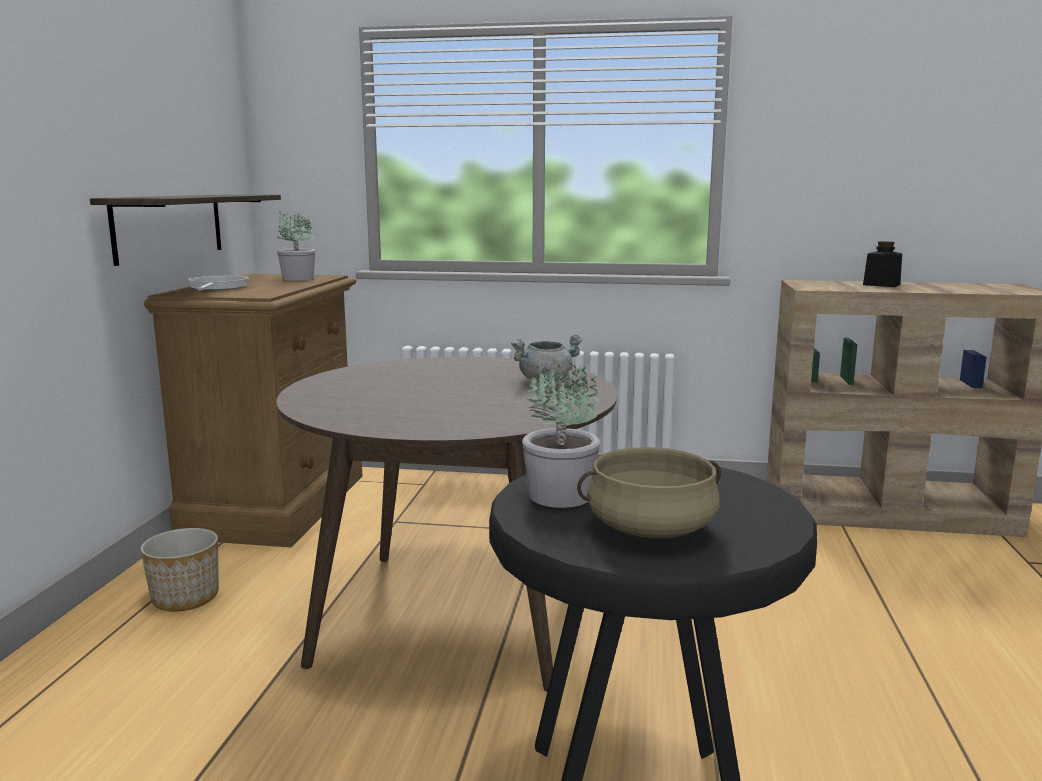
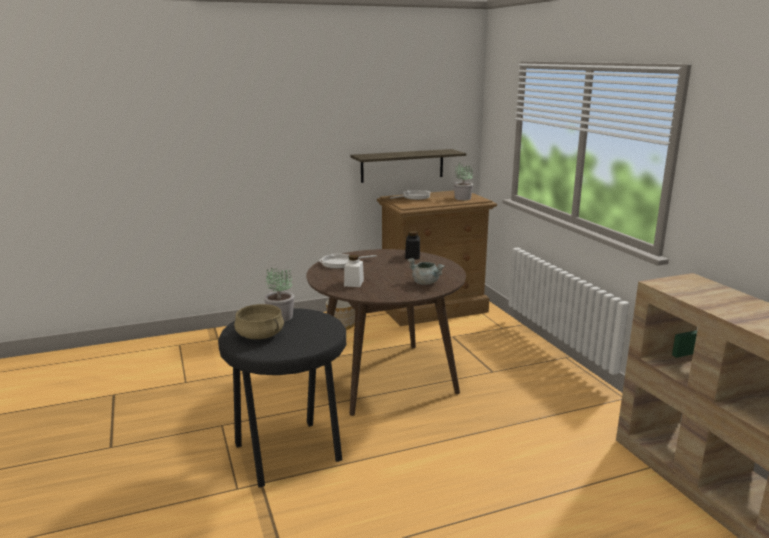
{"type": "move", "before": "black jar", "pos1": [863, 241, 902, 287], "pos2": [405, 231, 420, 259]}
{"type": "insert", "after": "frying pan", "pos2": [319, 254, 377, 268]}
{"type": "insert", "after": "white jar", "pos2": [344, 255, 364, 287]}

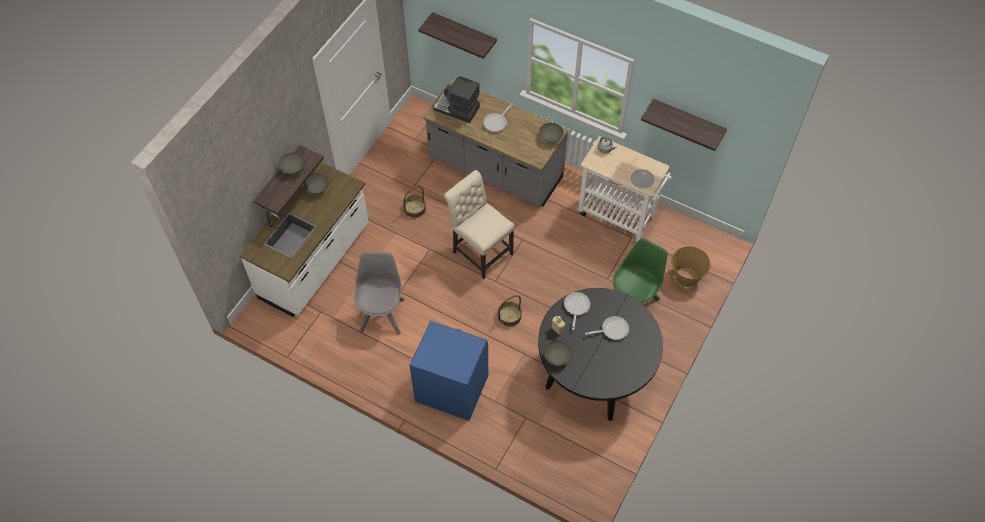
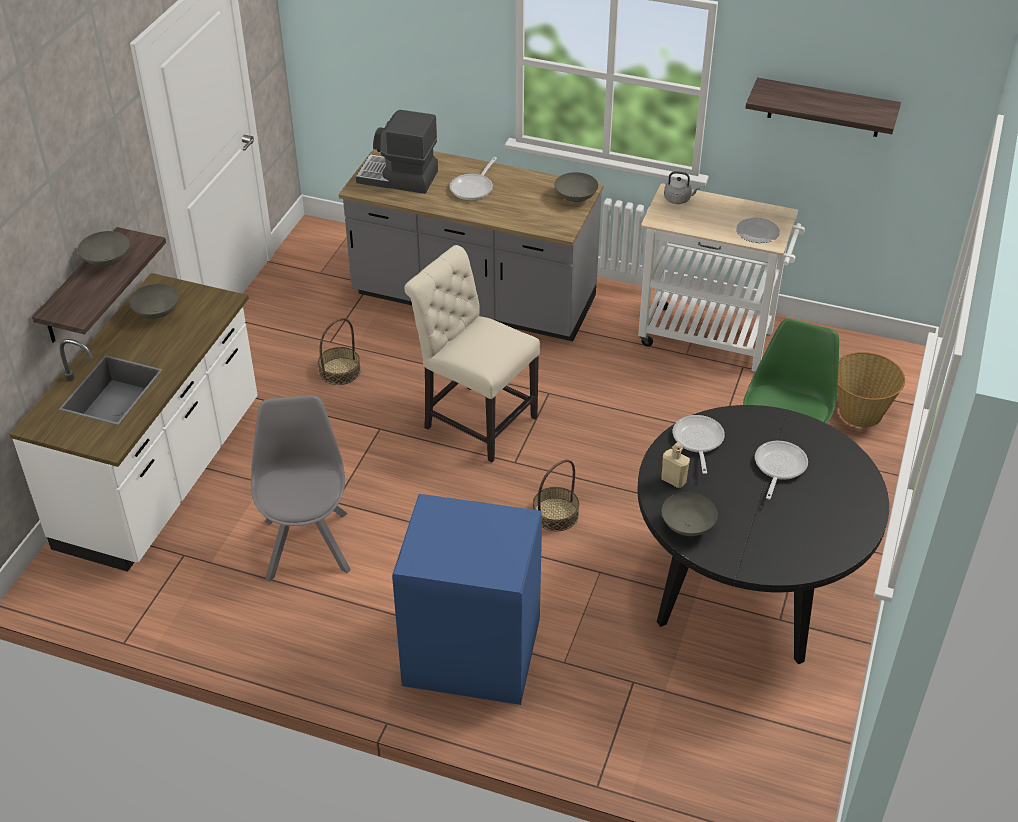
{"type": "delete", "before": "shelf", "pos1": [418, 12, 497, 59]}
{"type": "rotate", "before": "frying pan", "pos1": [585, 316, 629, 340], "pos2": [755, 441, 808, 499], "turn": -45}

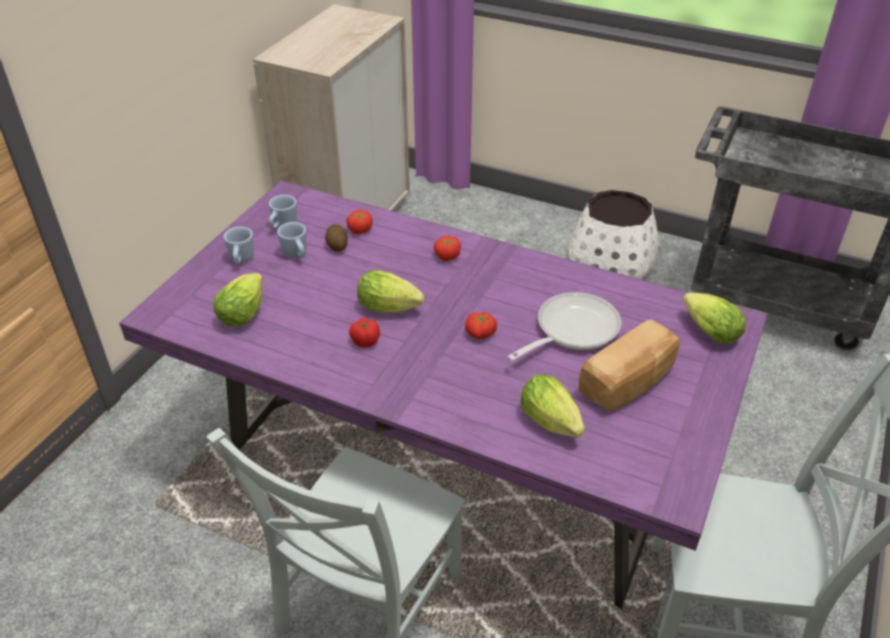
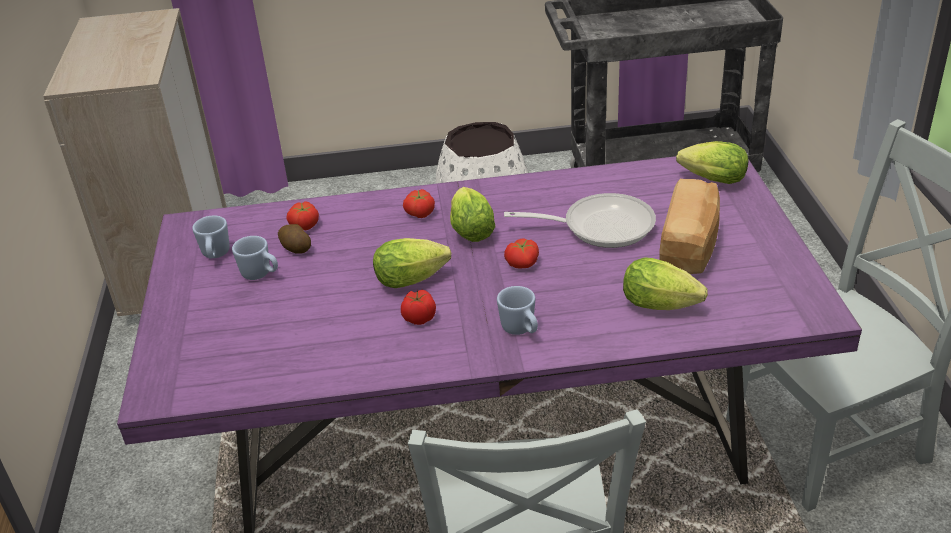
{"type": "move", "before": "lettuce", "pos1": [214, 273, 263, 327], "pos2": [450, 187, 495, 242]}
{"type": "move", "before": "blue mug", "pos1": [223, 227, 254, 264], "pos2": [497, 286, 538, 335]}
{"type": "rotate", "before": "frying pan", "pos1": [507, 292, 621, 361], "pos2": [504, 193, 656, 248], "turn": 75}

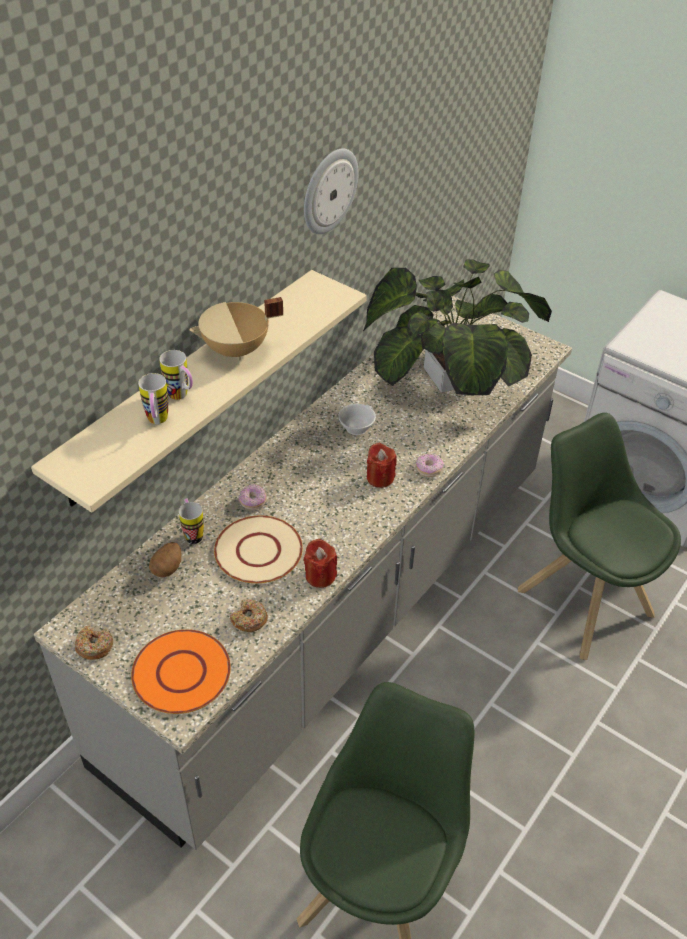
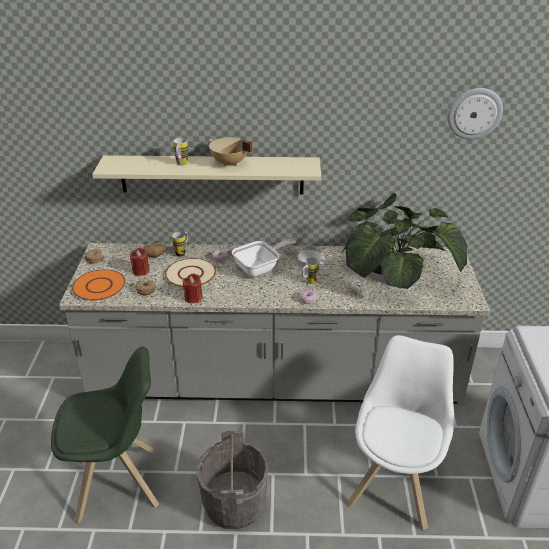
{"type": "move", "before": "mug", "pos1": [138, 373, 168, 424], "pos2": [302, 258, 319, 284]}
{"type": "move", "before": "wall clock", "pos1": [304, 149, 359, 234], "pos2": [448, 88, 503, 140]}
{"type": "move", "before": "red candle", "pos1": [367, 443, 397, 488], "pos2": [130, 248, 150, 276]}
{"type": "recolor", "before": "green chair", "after": "white chair", "pos1": [518, 413, 681, 660], "pos2": [347, 335, 454, 530]}
{"type": "insert", "after": "grey bucket", "pos2": [196, 431, 269, 529]}
{"type": "insert", "after": "frying pan", "pos2": [232, 239, 296, 277]}

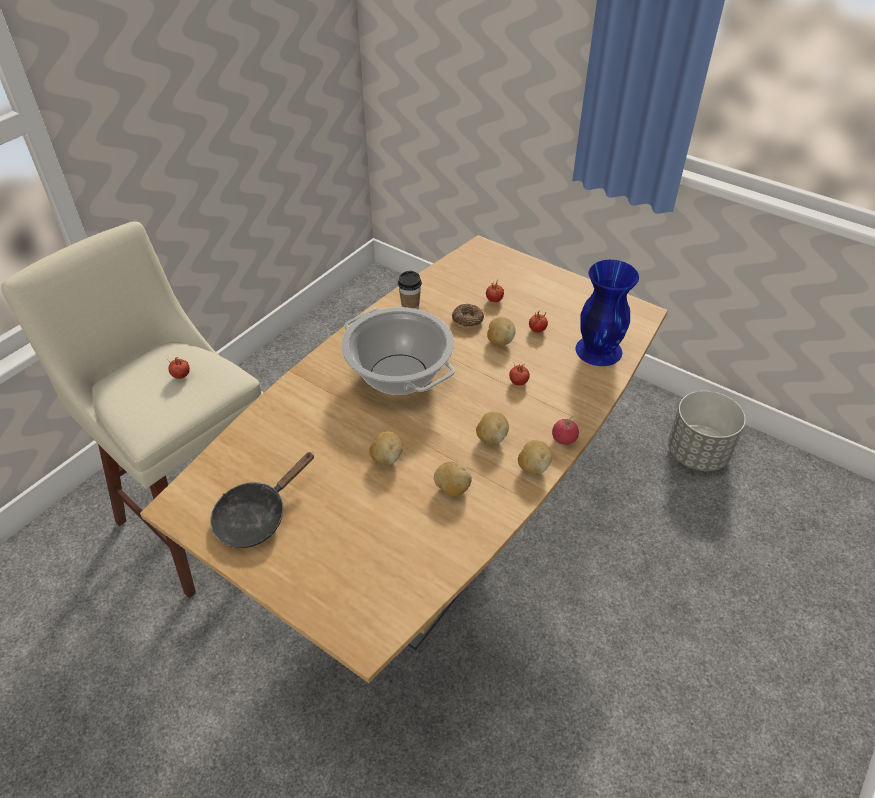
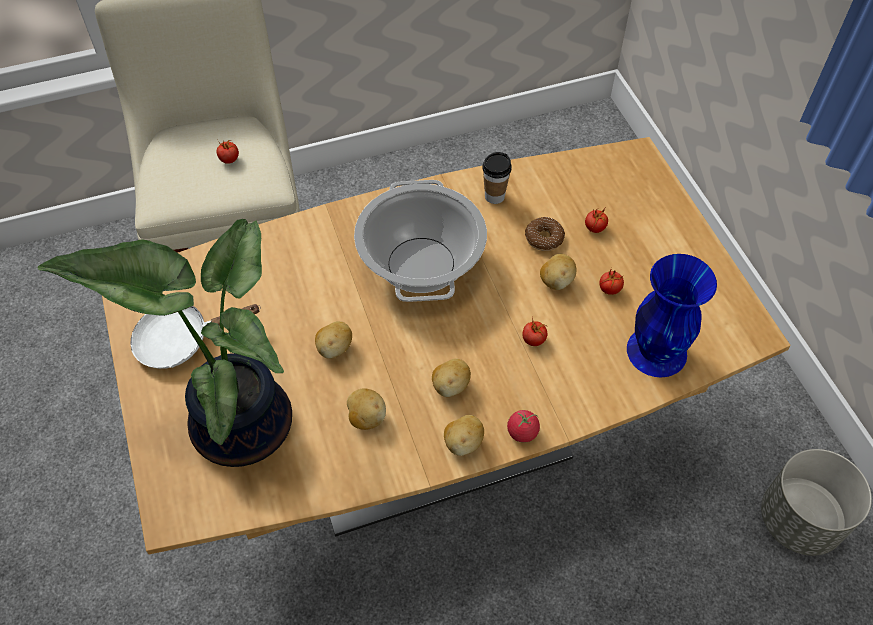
{"type": "recolor", "before": "black frying pan", "after": "white frying pan", "pos1": [210, 452, 314, 548], "pos2": [130, 304, 261, 369]}
{"type": "insert", "after": "potted plant", "pos2": [38, 219, 292, 467]}

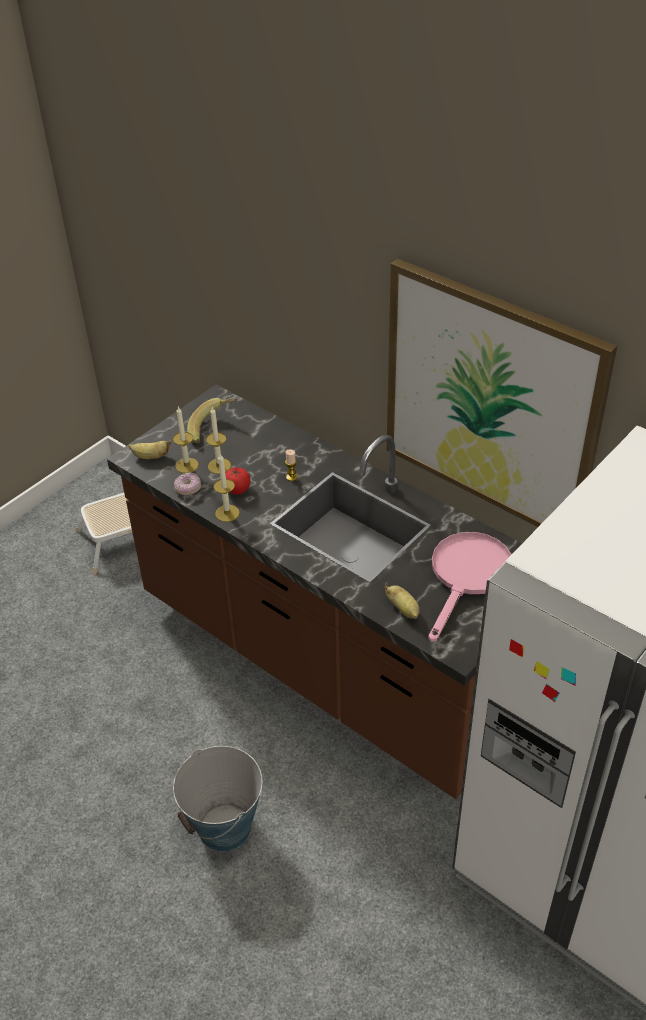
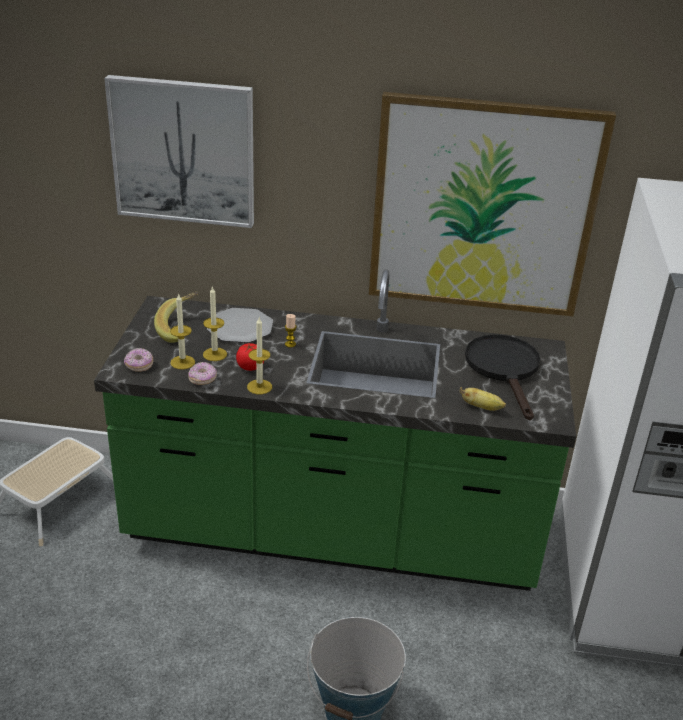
{"type": "recolor", "before": "brown counter", "after": "green counter", "pos1": [107, 385, 522, 799], "pos2": [94, 269, 576, 591]}
{"type": "replace", "before": "banana", "after": "donut", "pos1": [129, 441, 171, 459], "pos2": [124, 348, 153, 372]}
{"type": "recolor", "before": "pink frying pan", "after": "black frying pan", "pos1": [428, 532, 512, 642], "pos2": [465, 334, 540, 420]}
{"type": "insert", "after": "picture", "pos2": [104, 75, 254, 228]}
{"type": "insert", "after": "plate", "pos2": [207, 308, 273, 343]}

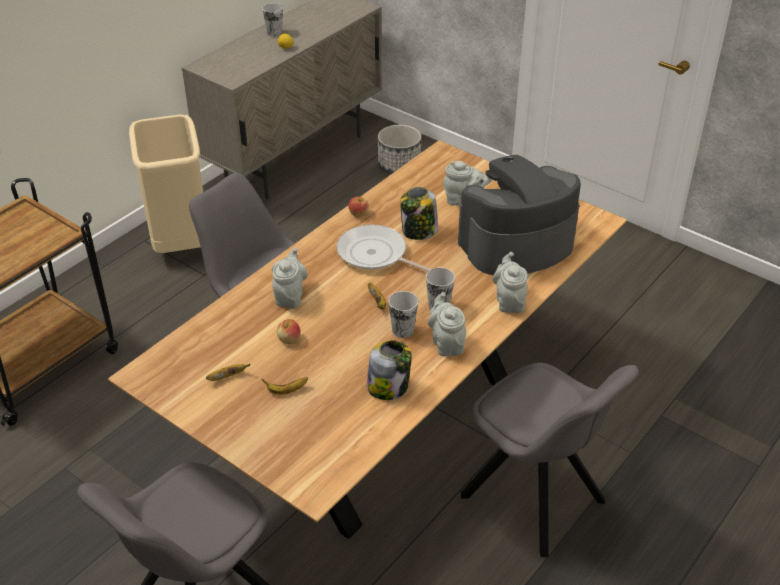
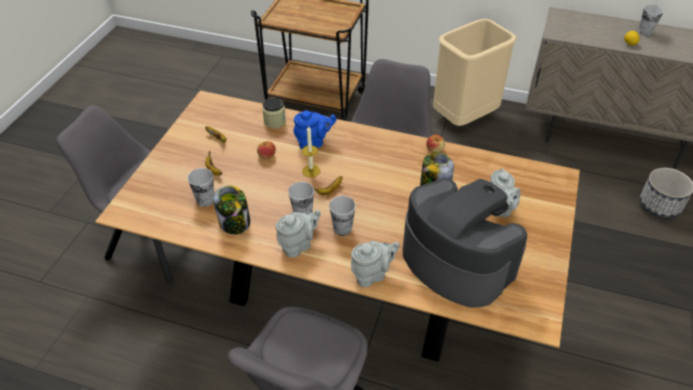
{"type": "recolor", "before": "grey teapot", "after": "blue teapot", "pos1": [272, 248, 308, 309], "pos2": [293, 110, 337, 149]}
{"type": "delete", "before": "frying pan", "pos1": [337, 224, 431, 271]}
{"type": "insert", "after": "cup", "pos2": [188, 168, 214, 207]}
{"type": "insert", "after": "jar", "pos2": [262, 98, 286, 128]}
{"type": "insert", "after": "candle", "pos2": [302, 126, 320, 177]}

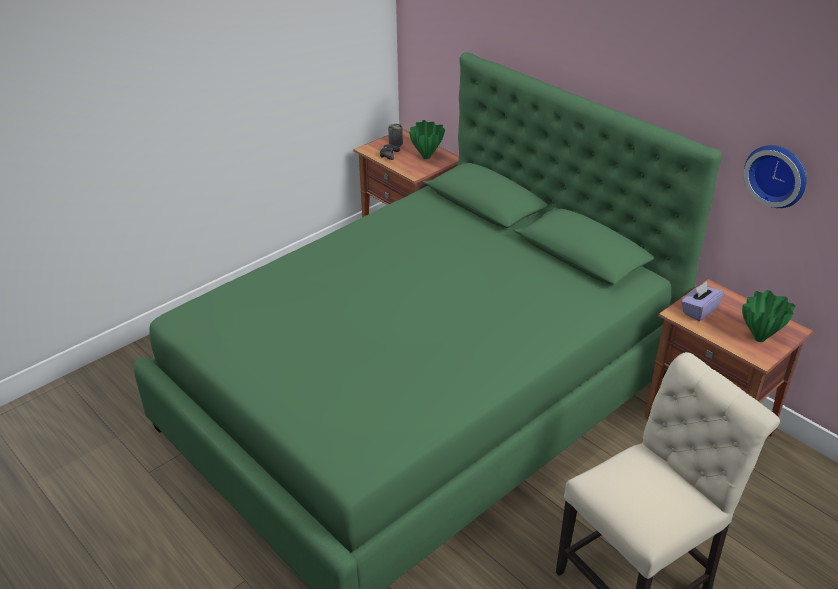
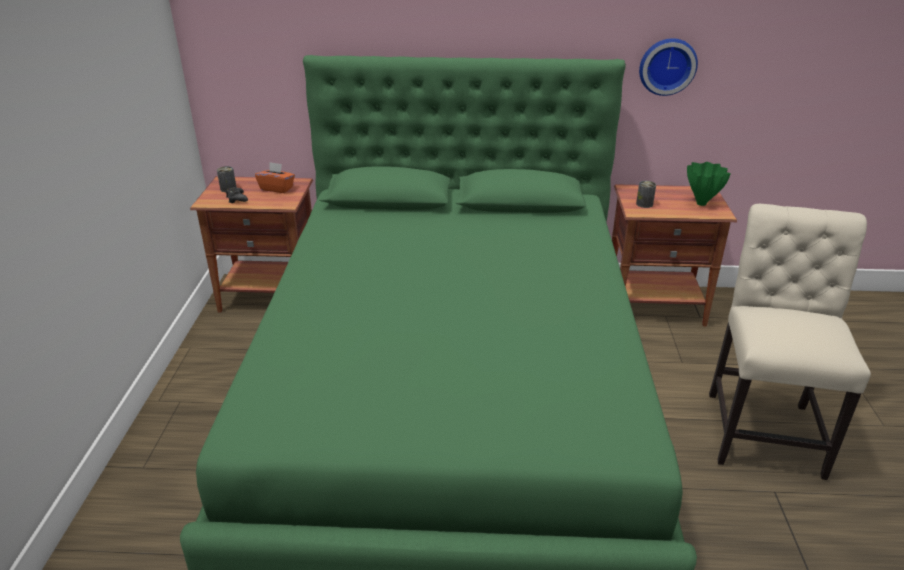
{"type": "replace", "before": "green vase", "after": "orange tissue box", "pos1": [409, 120, 445, 159], "pos2": [255, 162, 295, 193]}
{"type": "replace", "before": "purple tissue box", "after": "can", "pos1": [681, 281, 724, 321], "pos2": [636, 181, 656, 208]}

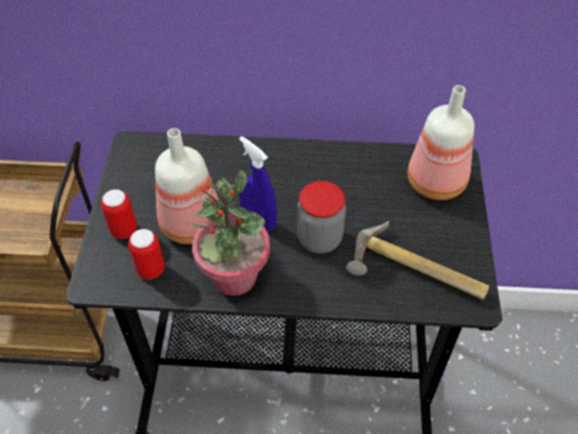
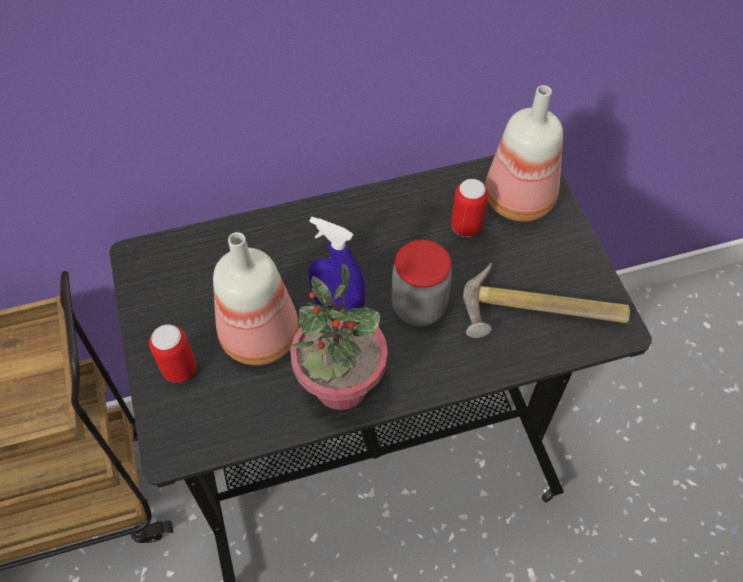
{"type": "move", "before": "can", "pos1": [128, 229, 165, 279], "pos2": [451, 179, 488, 237]}

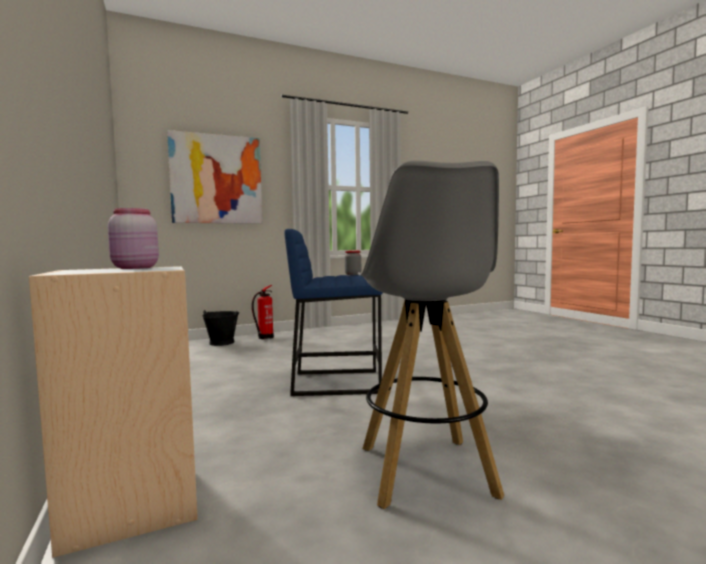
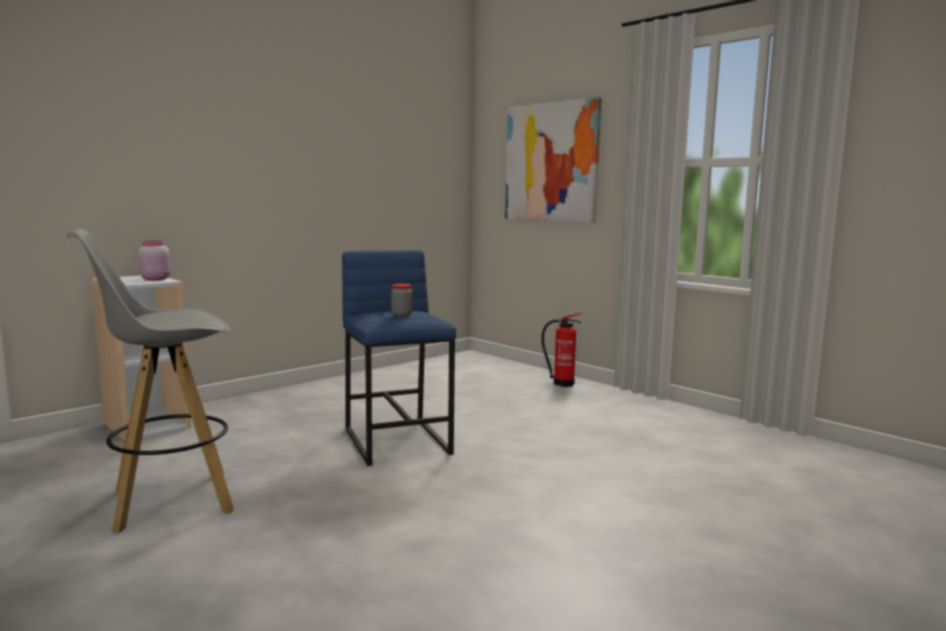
{"type": "delete", "before": "black bucket", "pos1": [202, 310, 239, 346]}

